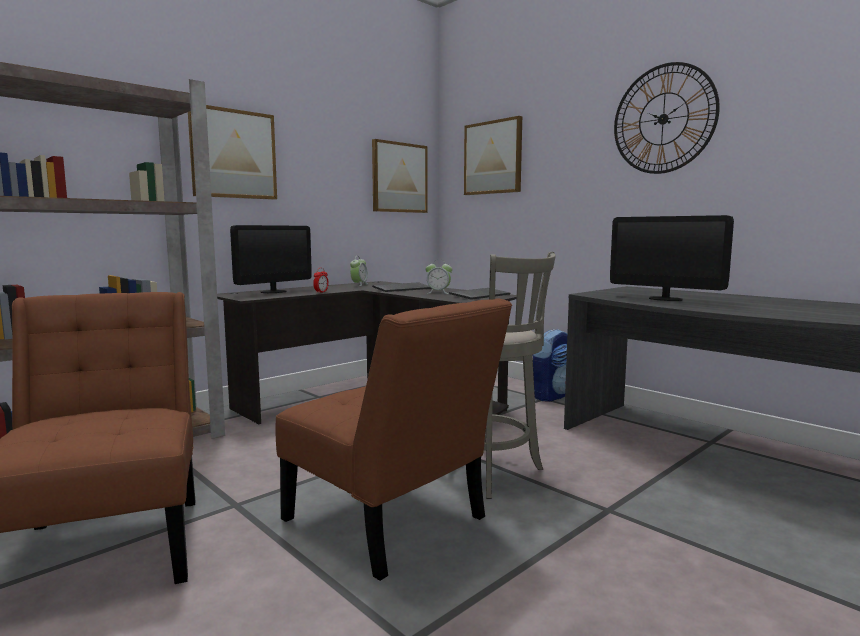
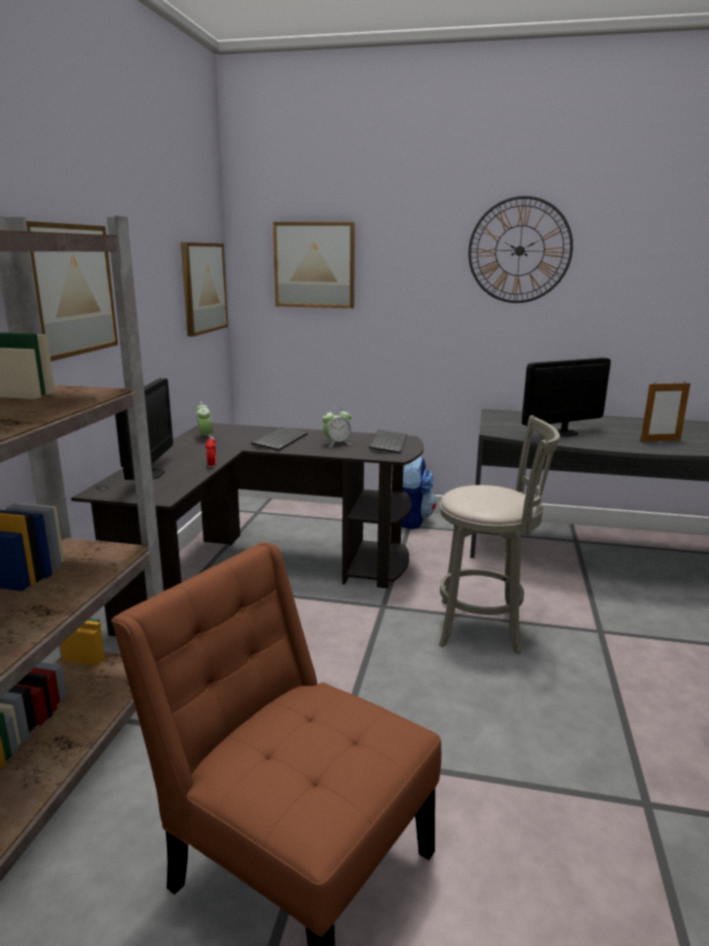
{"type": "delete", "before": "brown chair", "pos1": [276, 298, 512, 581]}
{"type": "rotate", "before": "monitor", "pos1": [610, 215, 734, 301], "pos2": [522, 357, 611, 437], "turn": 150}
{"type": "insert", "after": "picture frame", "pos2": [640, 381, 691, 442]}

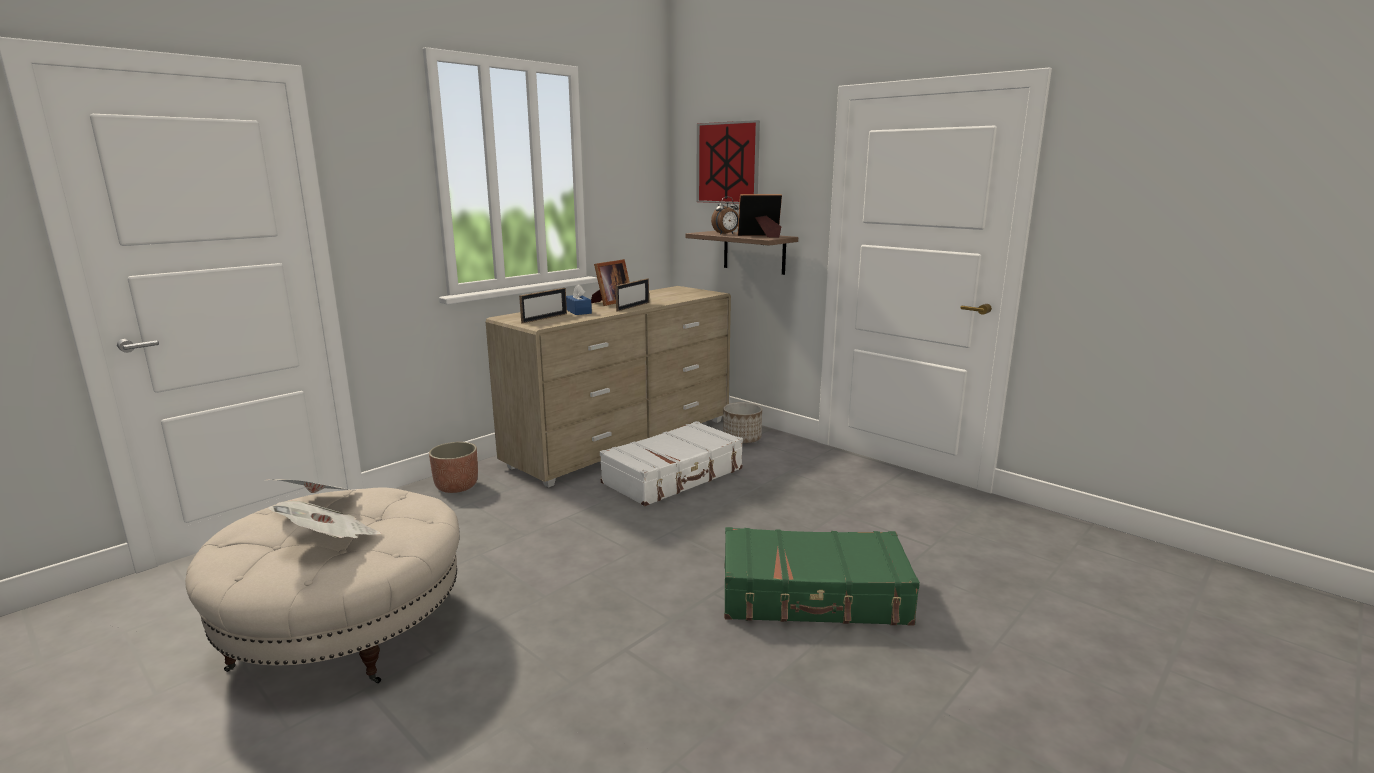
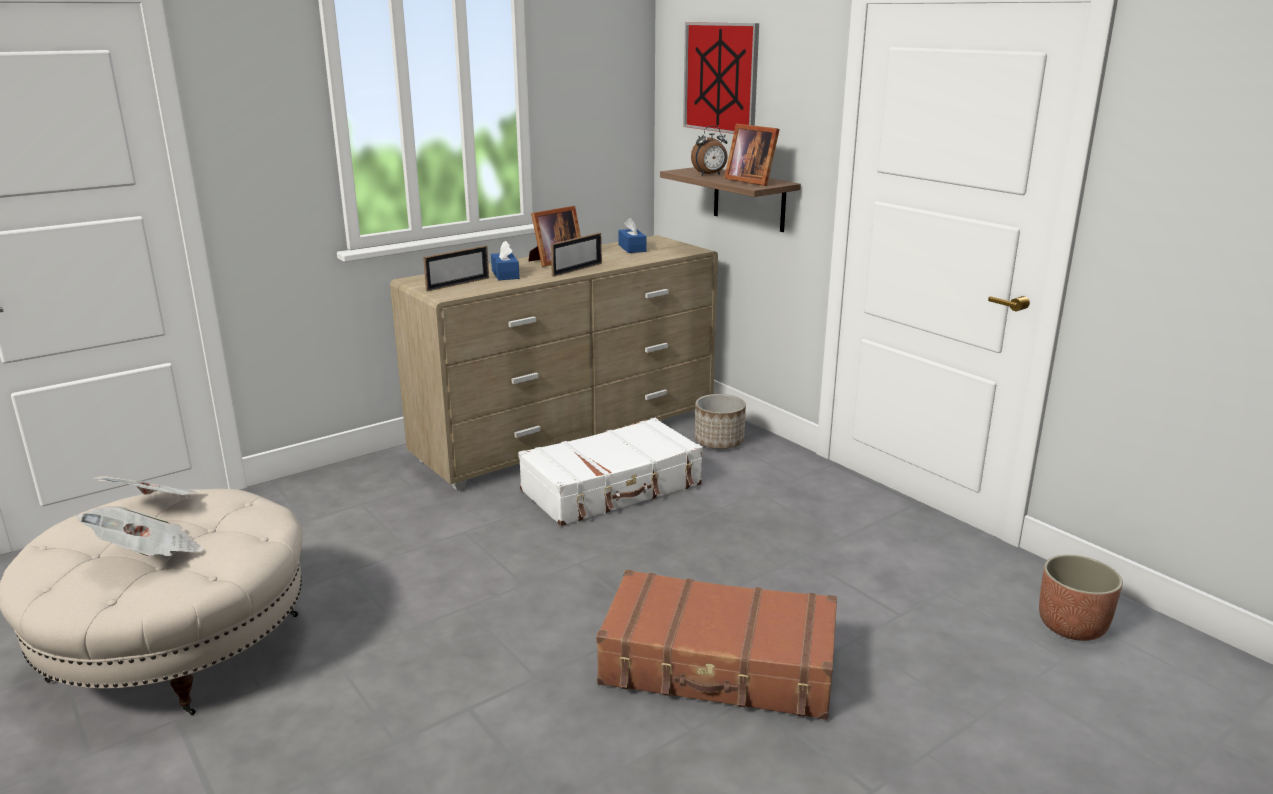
{"type": "move", "before": "planter", "pos1": [429, 442, 478, 493], "pos2": [1039, 555, 1123, 641]}
{"type": "recolor", "before": "green suitcase", "after": "brown suitcase", "pos1": [724, 527, 920, 626], "pos2": [596, 570, 837, 720]}
{"type": "rotate", "before": "picture frame", "pos1": [737, 194, 782, 237], "pos2": [724, 124, 780, 186], "turn": -135}
{"type": "insert", "after": "blue tissue box", "pos2": [618, 218, 646, 253]}

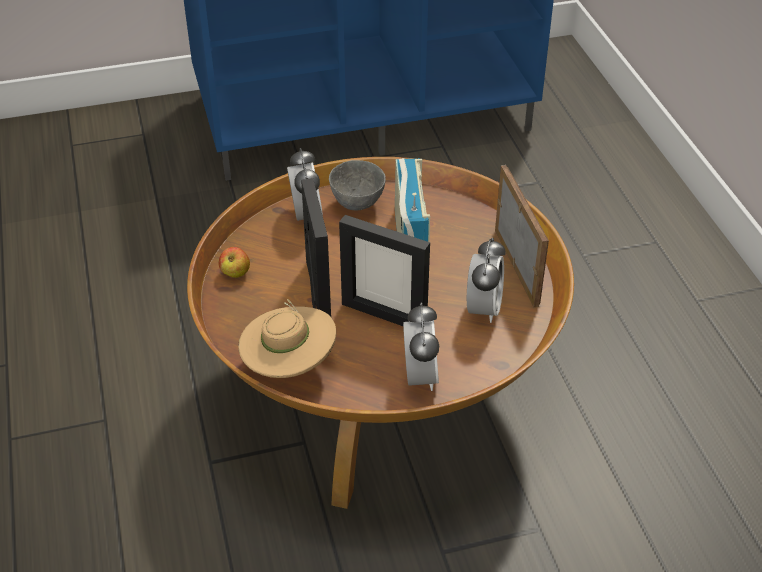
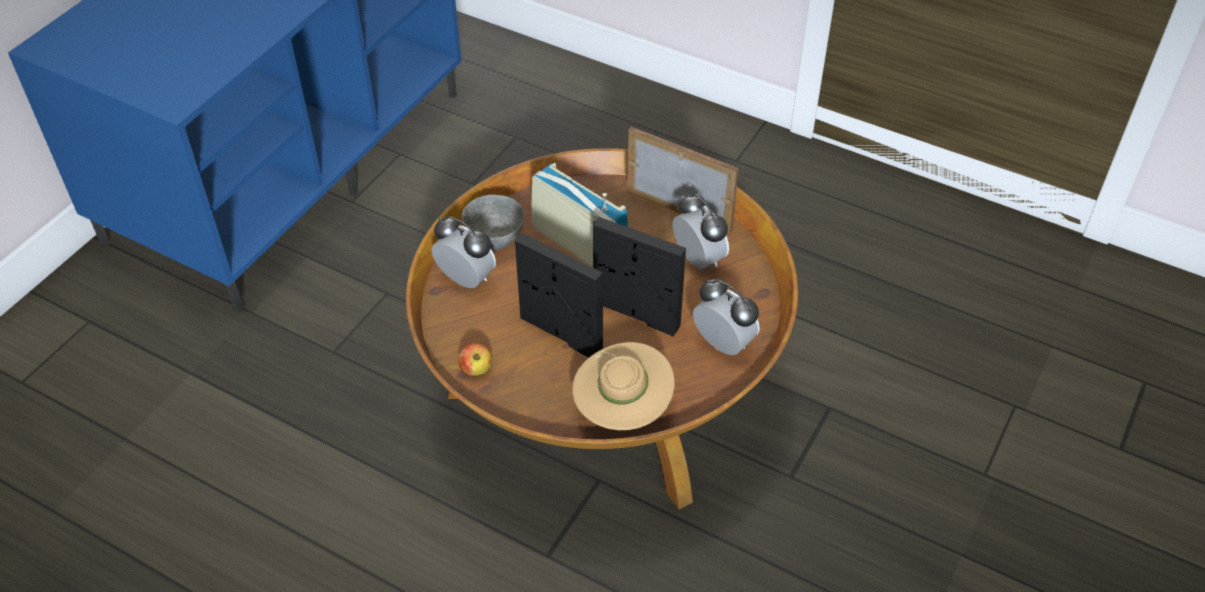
{"type": "rotate", "before": "picture frame", "pos1": [339, 215, 430, 326], "pos2": [593, 217, 686, 337], "turn": -135}

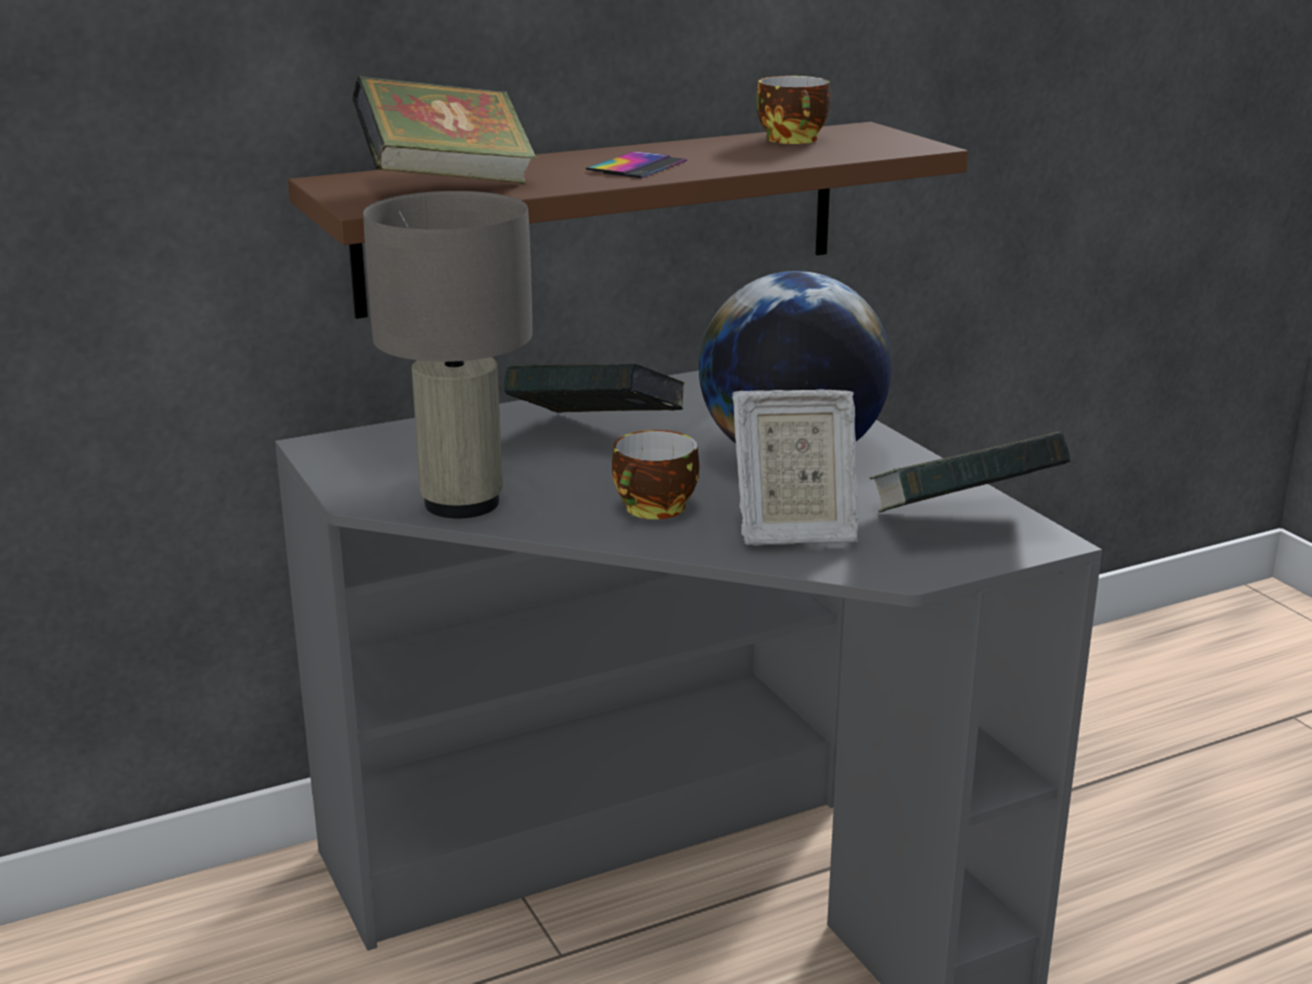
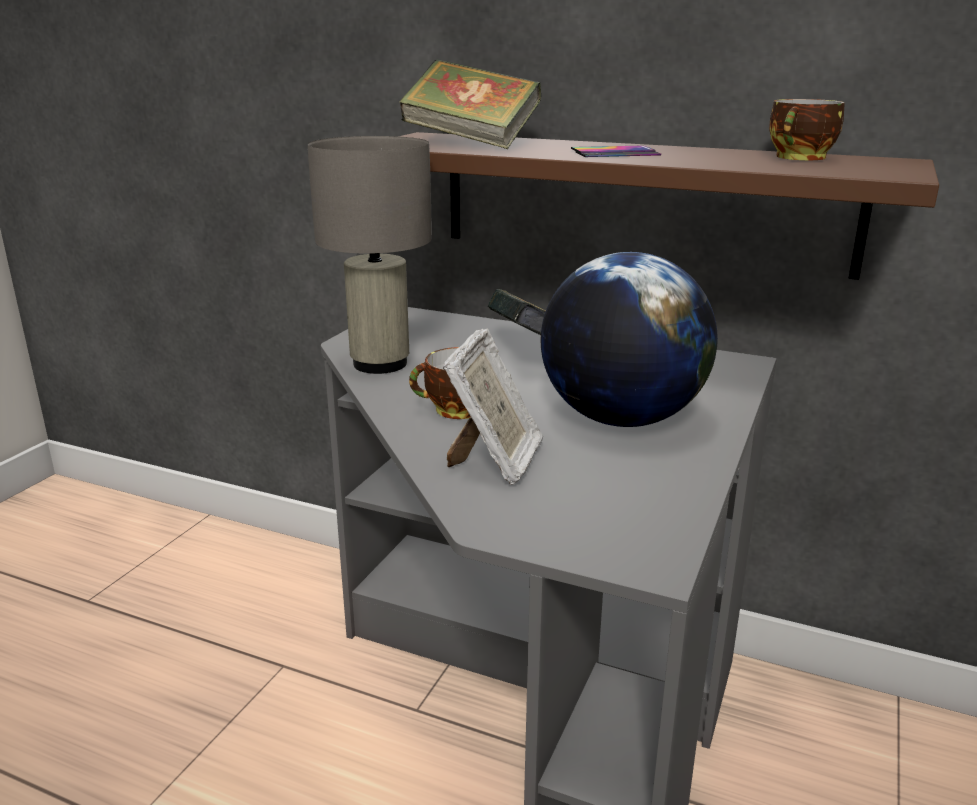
{"type": "rotate", "before": "picture frame", "pos1": [732, 389, 859, 546], "pos2": [443, 328, 543, 485], "turn": -120}
{"type": "delete", "before": "book", "pos1": [870, 431, 1071, 513]}

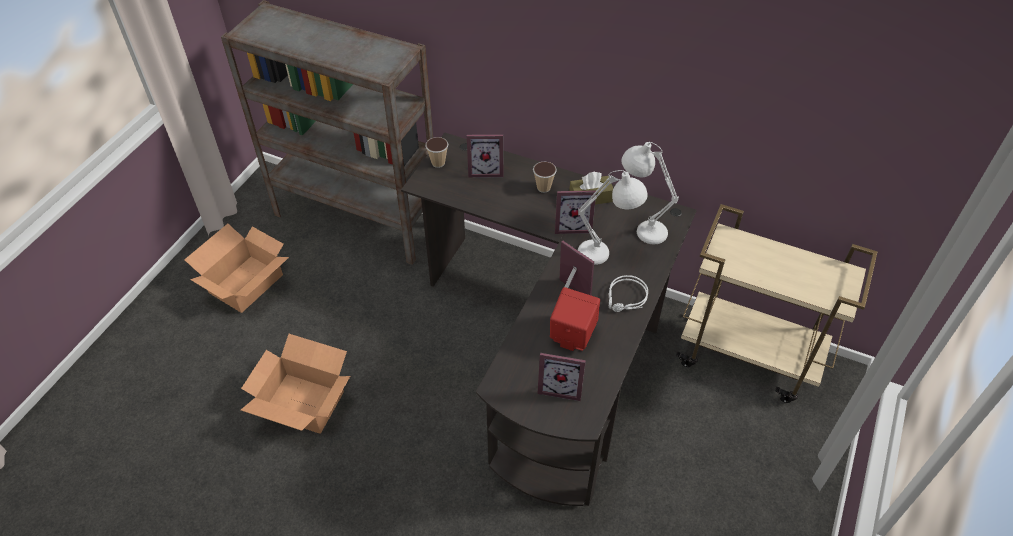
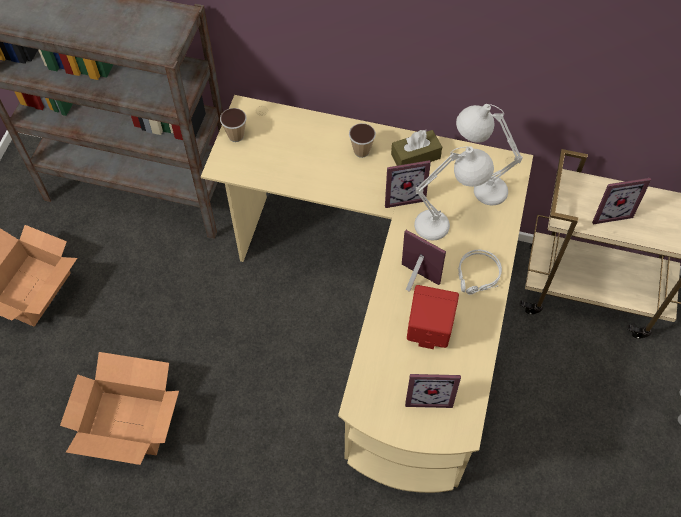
{"type": "recolor", "before": "black desk", "after": "beige desk", "pos1": [401, 133, 697, 506], "pos2": [201, 95, 533, 493]}
{"type": "move", "before": "picture frame", "pos1": [467, 134, 503, 178], "pos2": [592, 178, 651, 224]}

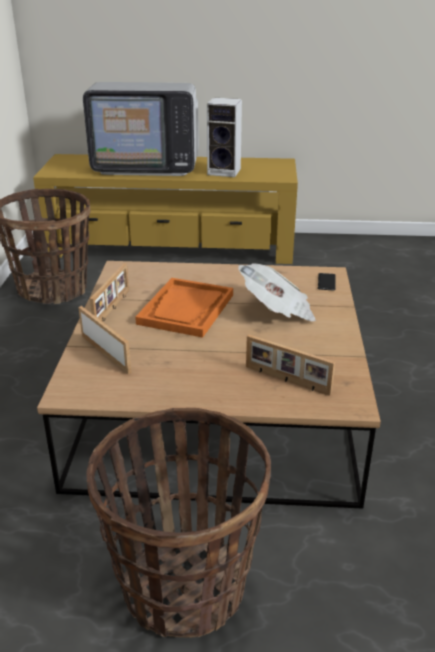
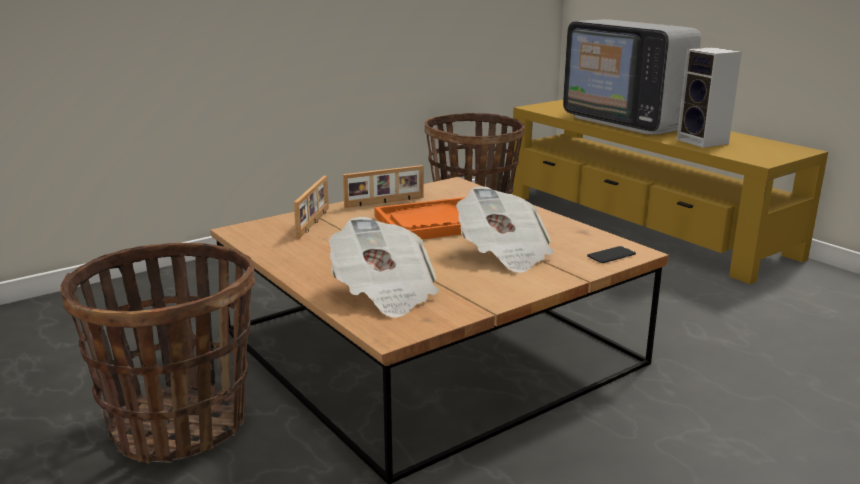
{"type": "replace", "before": "picture frame", "after": "newspaper", "pos1": [246, 334, 335, 396], "pos2": [329, 217, 439, 318]}

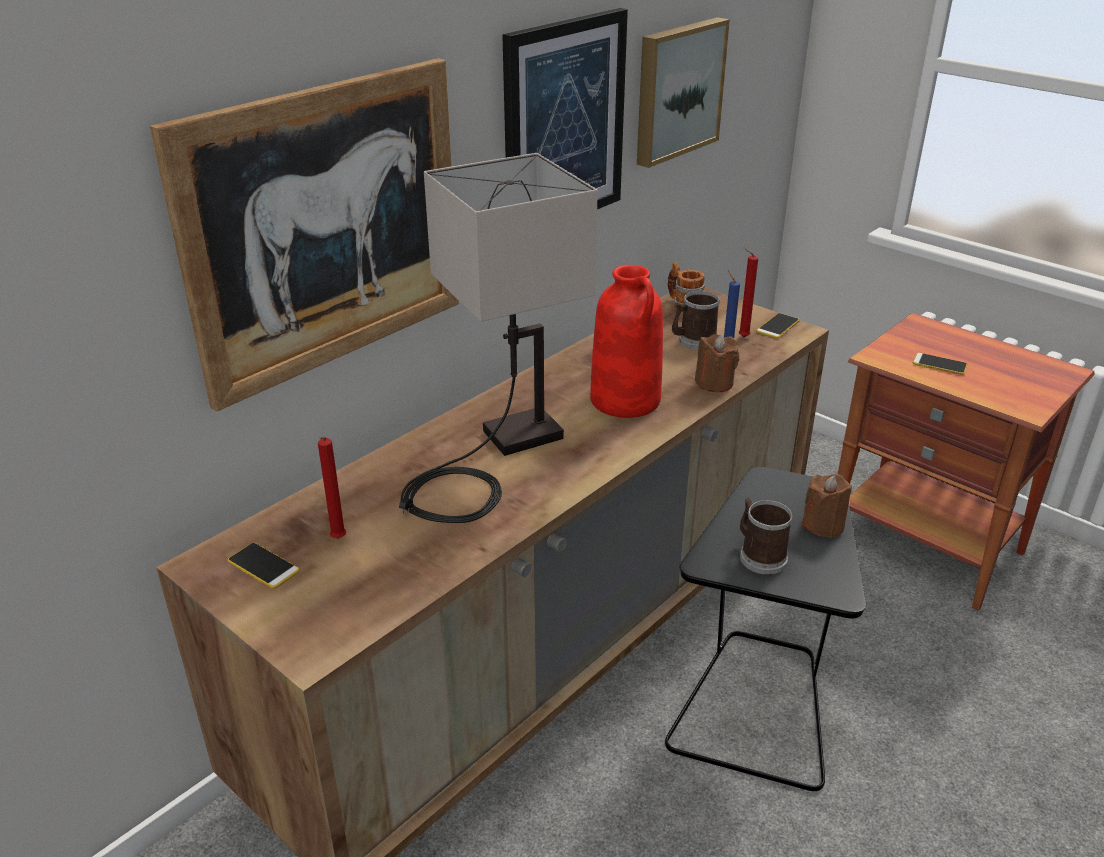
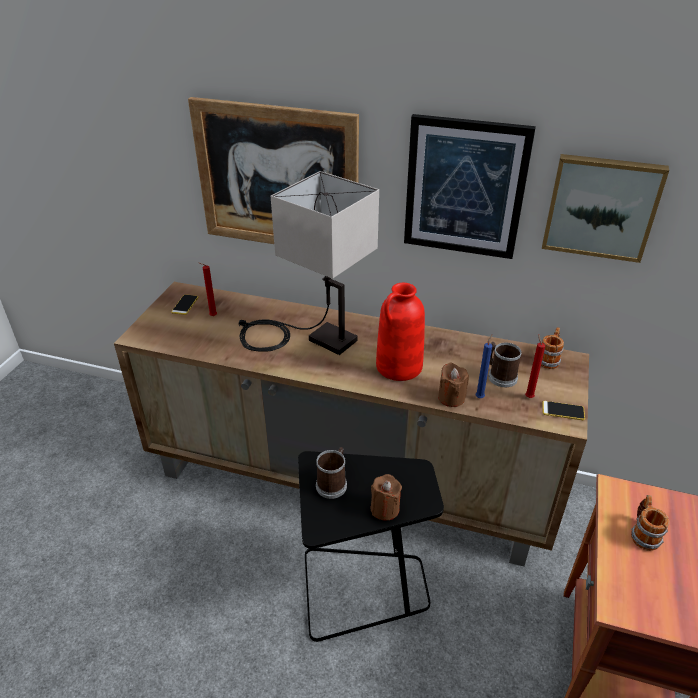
{"type": "replace", "before": "phone", "after": "mug", "pos1": [913, 353, 968, 375], "pos2": [631, 495, 670, 551]}

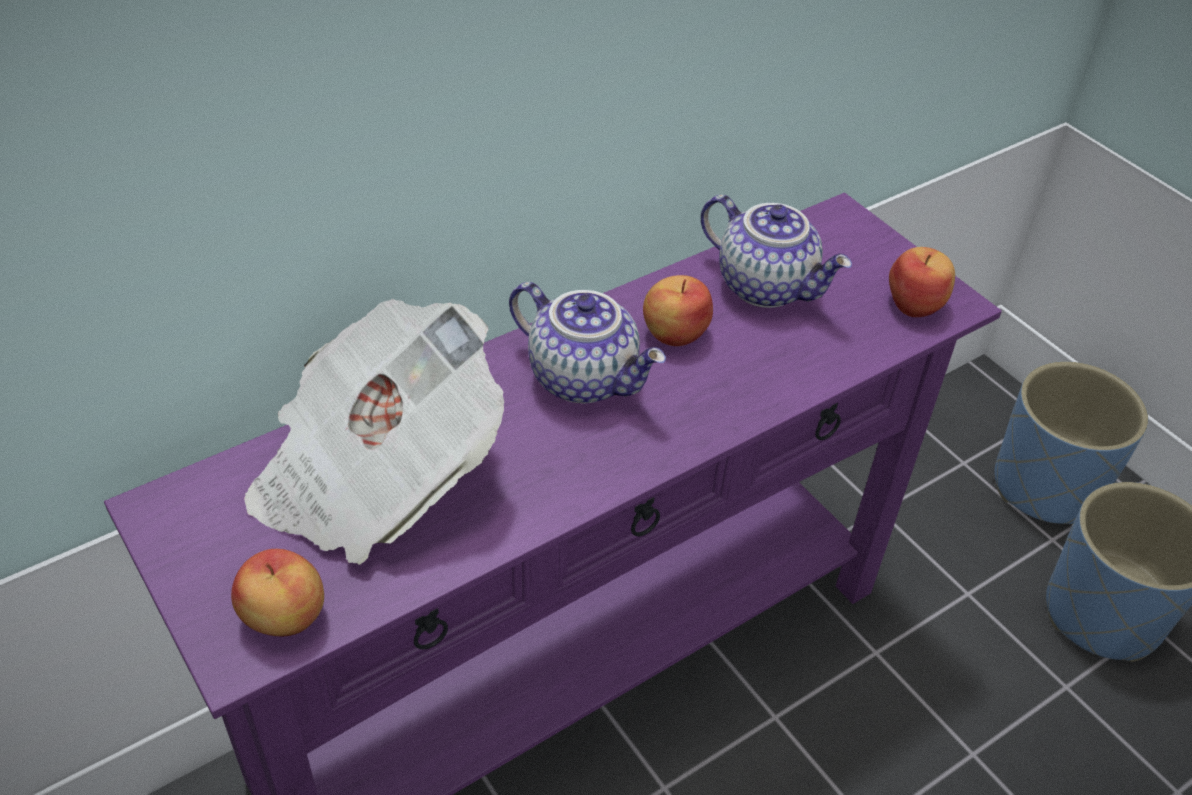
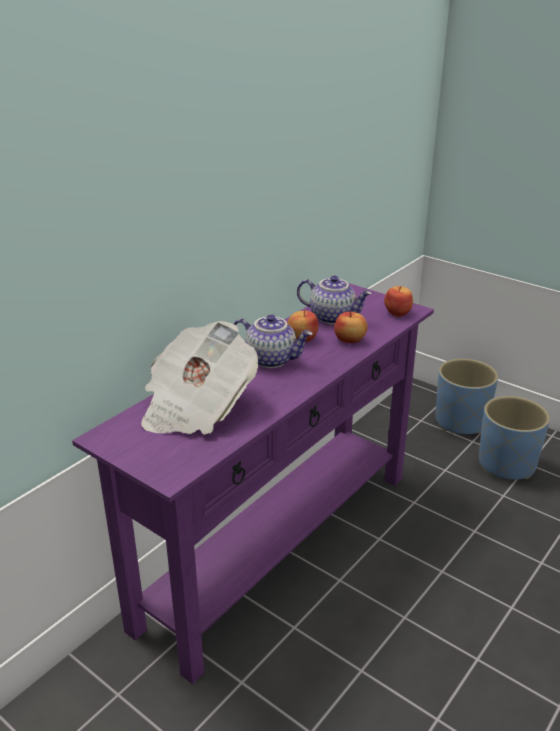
{"type": "move", "before": "apple", "pos1": [231, 549, 324, 636], "pos2": [334, 311, 368, 343]}

